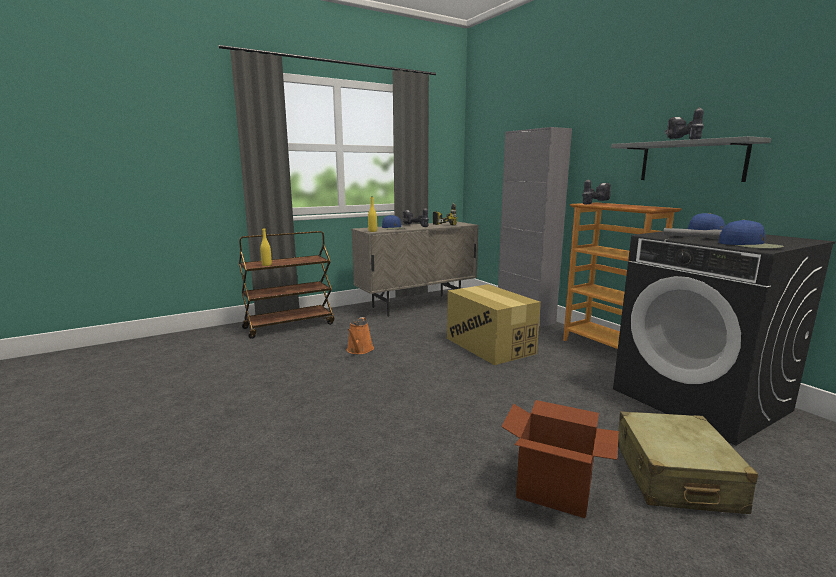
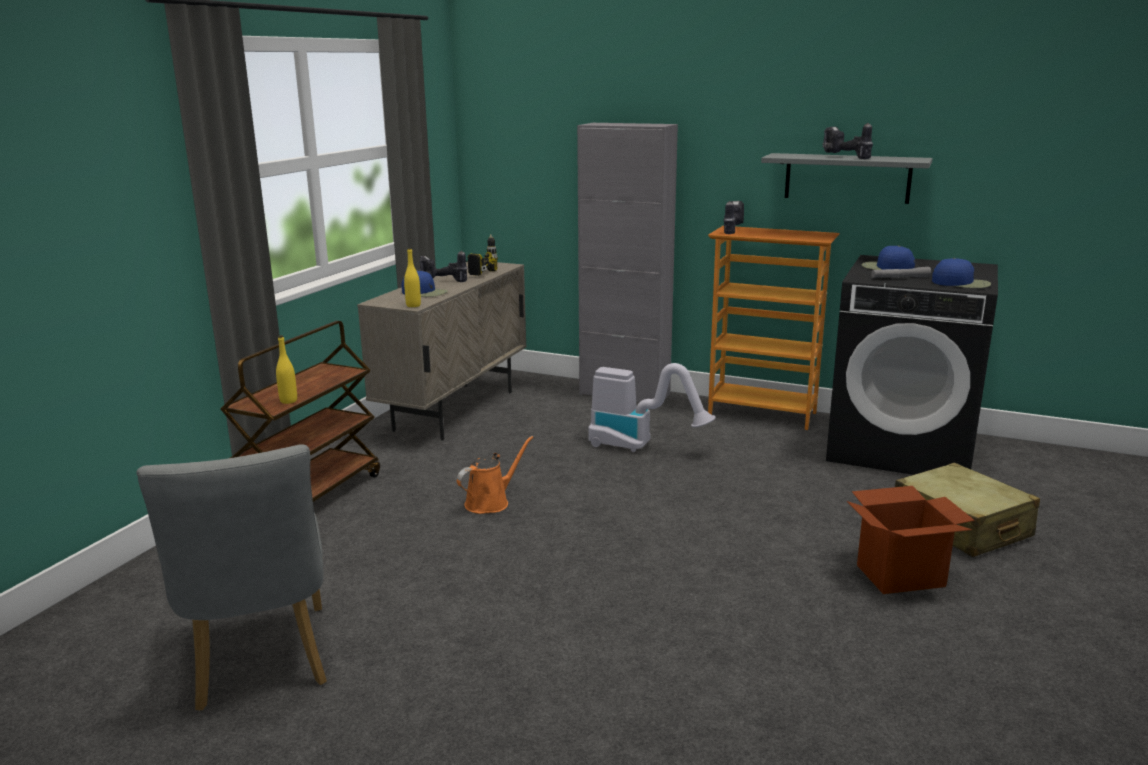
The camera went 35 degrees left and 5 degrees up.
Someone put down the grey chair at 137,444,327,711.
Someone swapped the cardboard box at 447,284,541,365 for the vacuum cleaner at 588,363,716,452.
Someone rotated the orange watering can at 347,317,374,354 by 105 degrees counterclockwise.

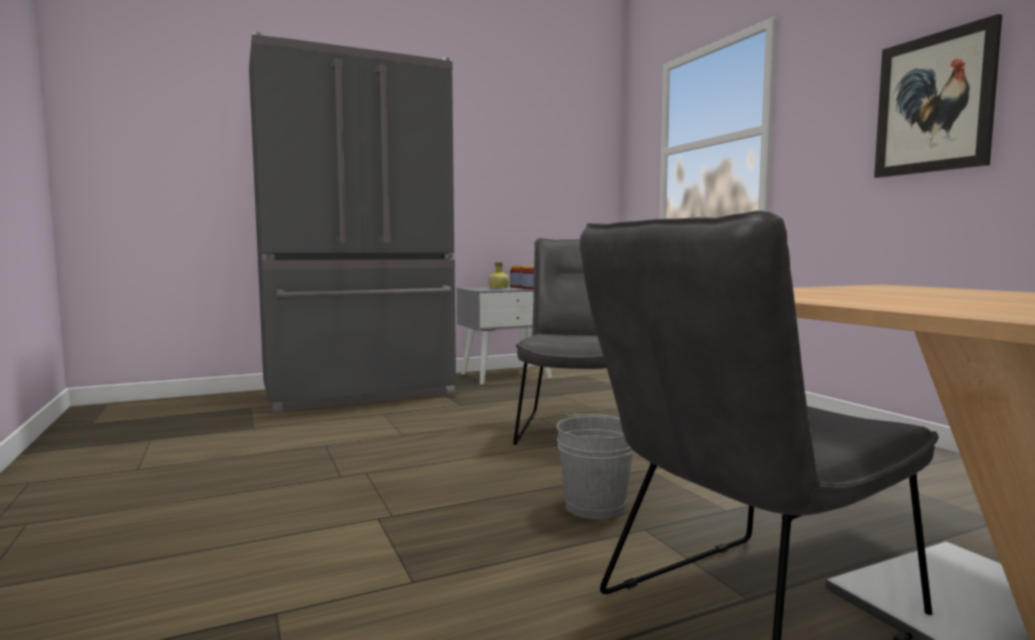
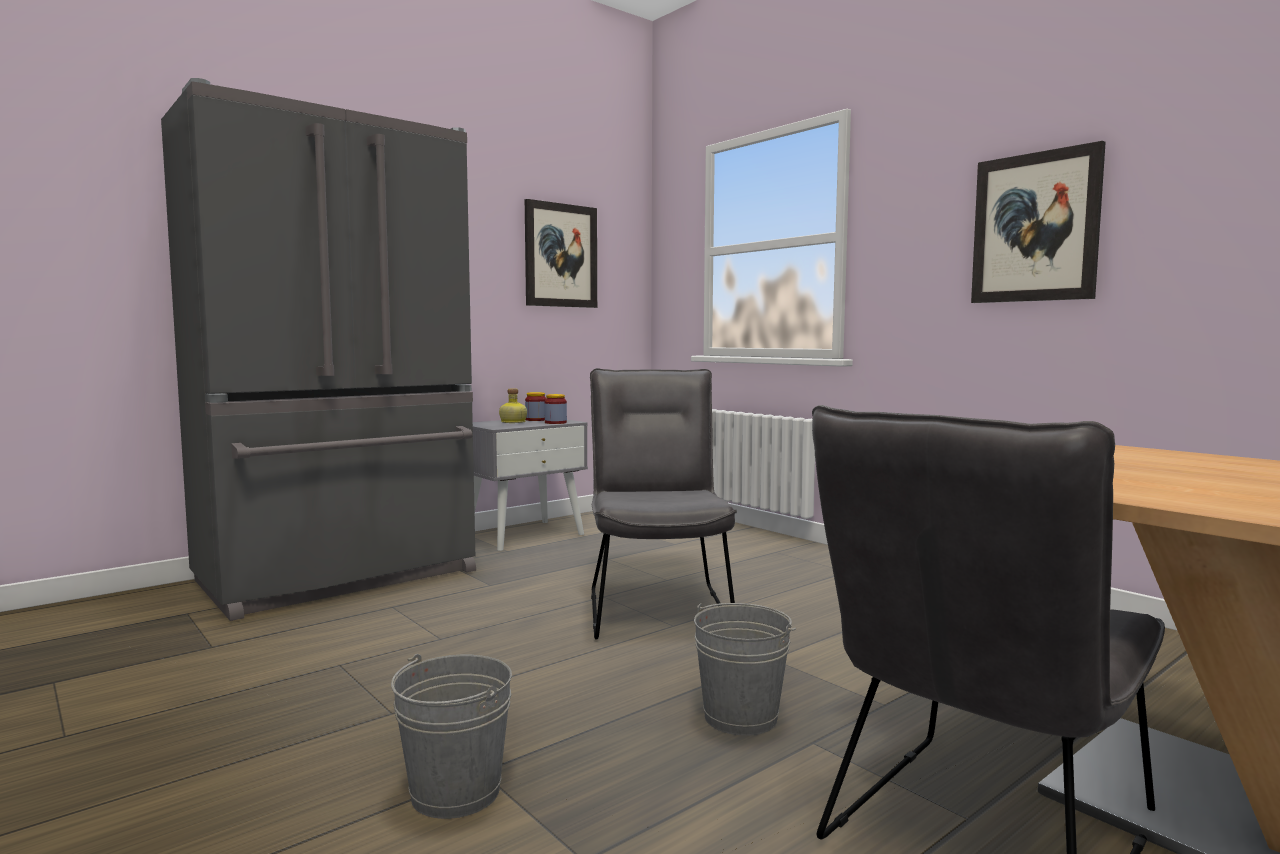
The camera went 15 degrees left and 0 degrees up.
Someone put down the grey bucket at 391,654,512,819.
Someone put up the picture at 525,199,597,308.

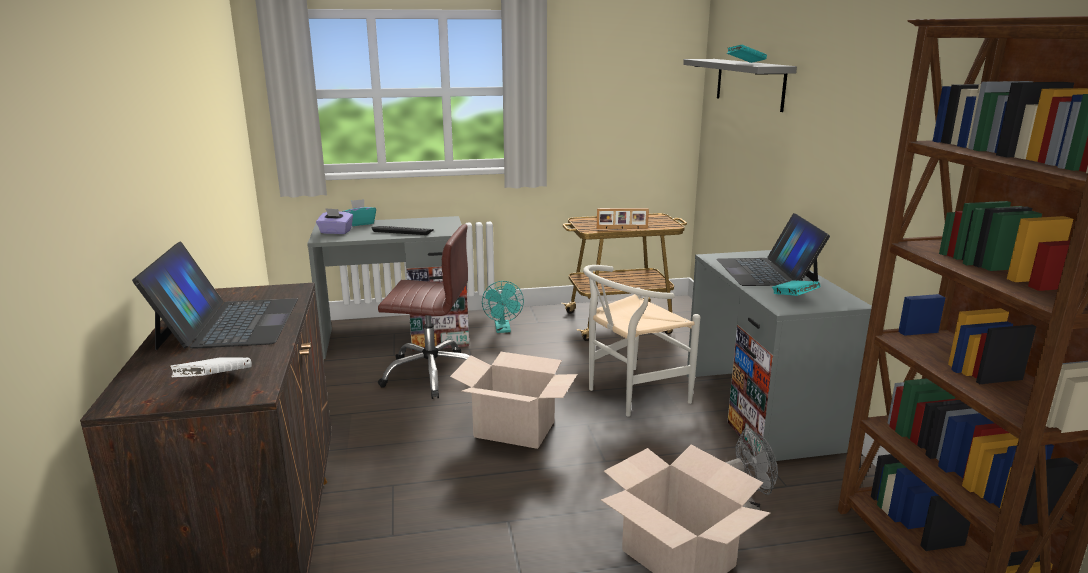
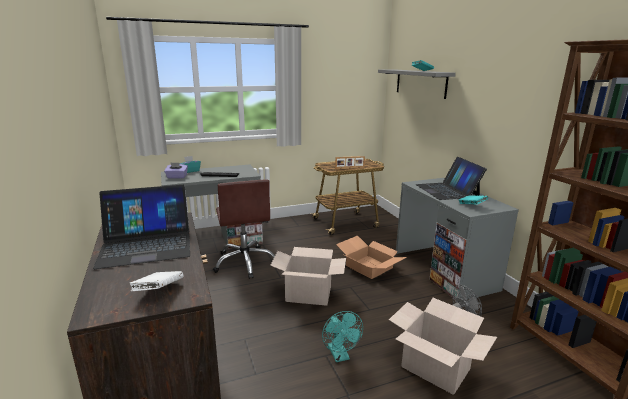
The camera went 10 degrees left and 0 degrees up.
Someone carried the turquoise fan from 482,281,524,333 to 322,311,363,362.
Someone swapped the white chair at 583,265,700,417 for the cardboard box at 336,236,407,279.
Someone rotated the laptop at 132,242,298,350 by 90 degrees clockwise.
Someone rotated the brown office chair at 378,224,470,399 by 75 degrees clockwise.

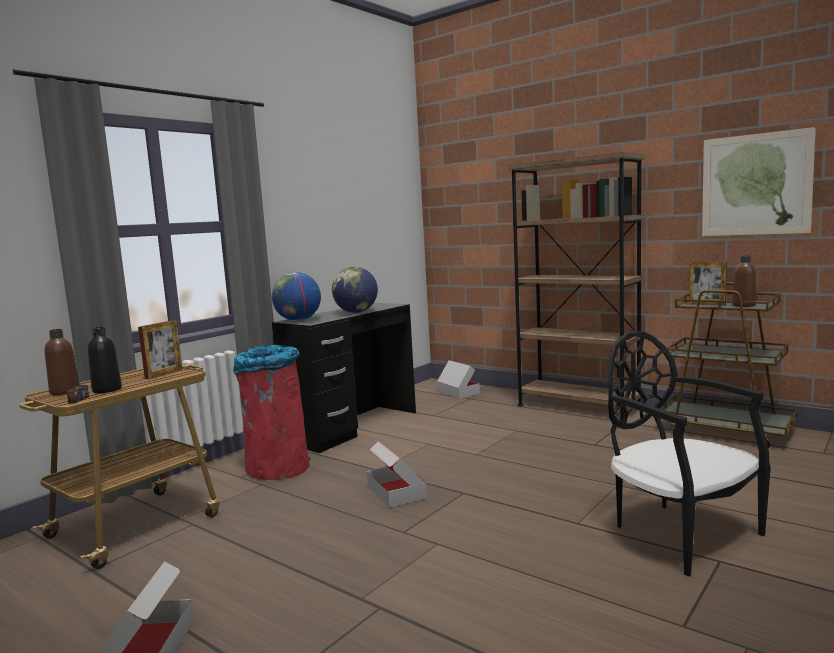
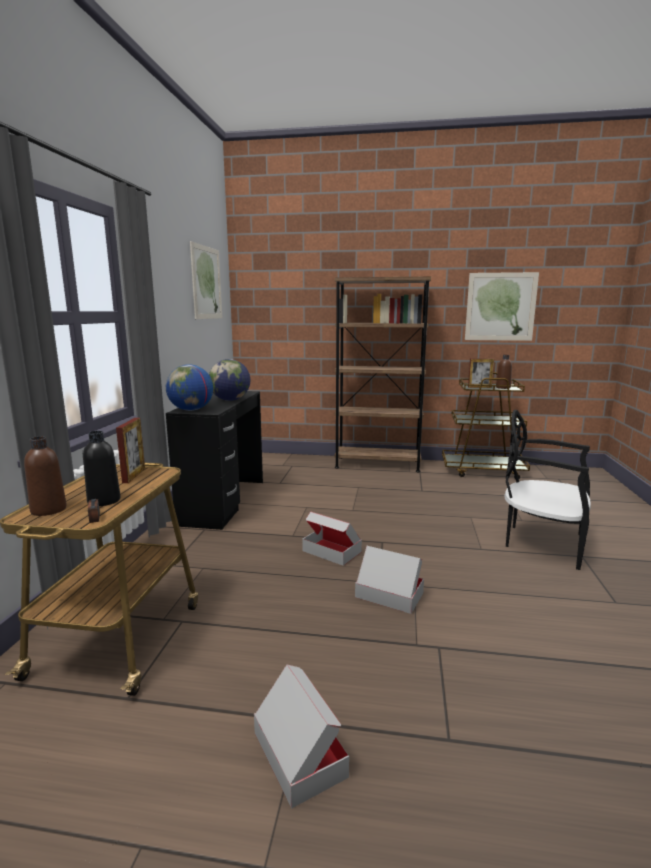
The camera went 30 degrees left and 5 degrees up.
Someone took away the red trash can at 233,345,310,480.
Someone put up the picture at 190,241,222,319.
Someone carried the cardboard box from 437,360,480,399 to 355,546,424,614.

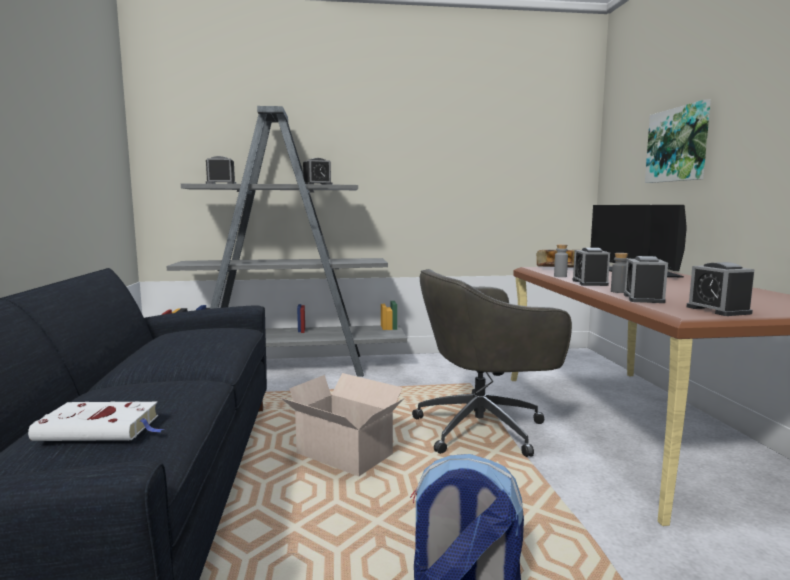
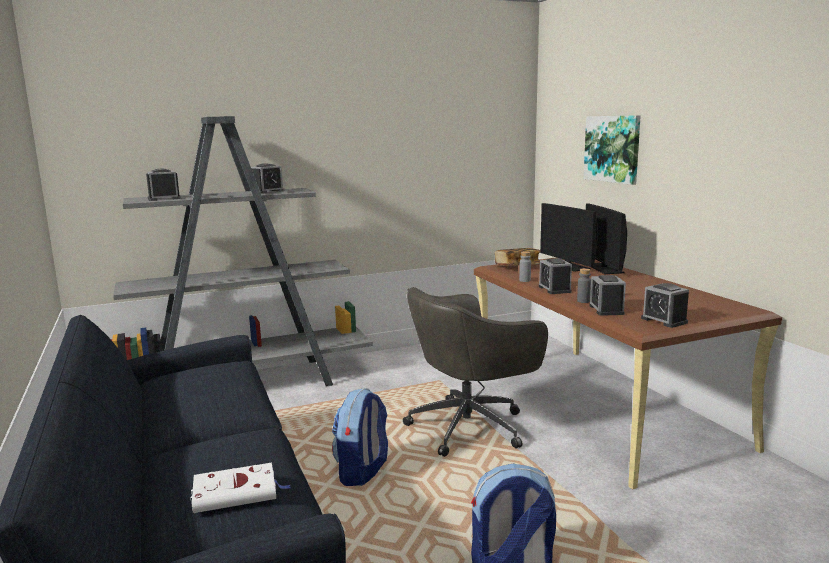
The camera went 15 degrees left and 5 degrees up.
Someone swapped the cardboard box at 281,373,404,477 for the backpack at 332,388,388,486.

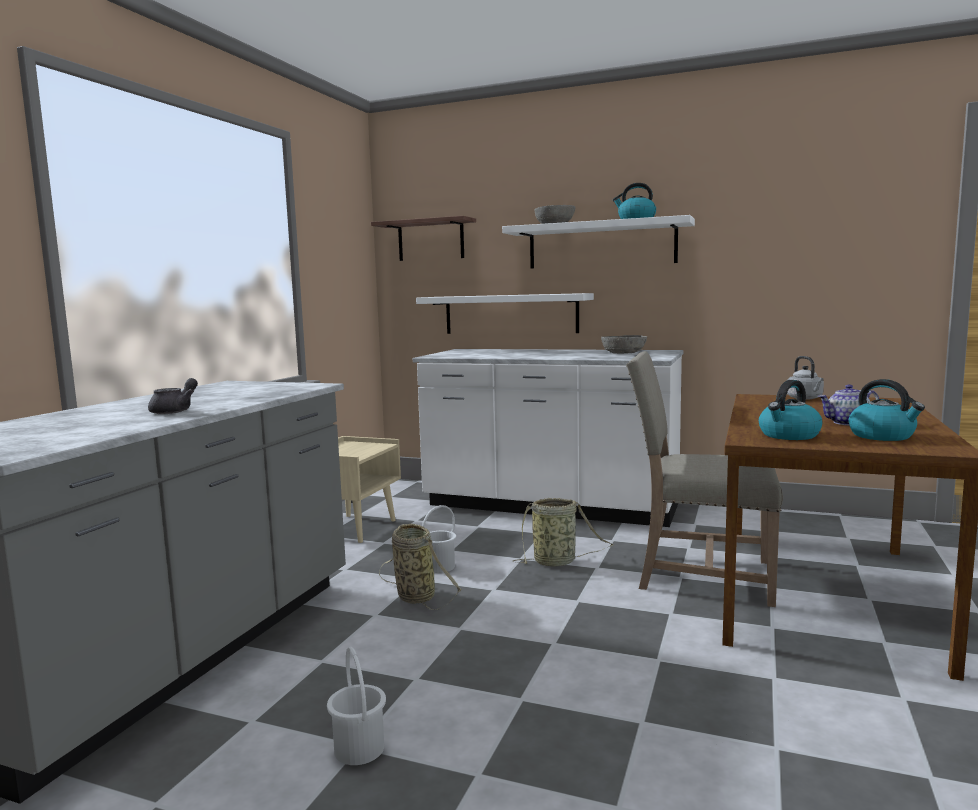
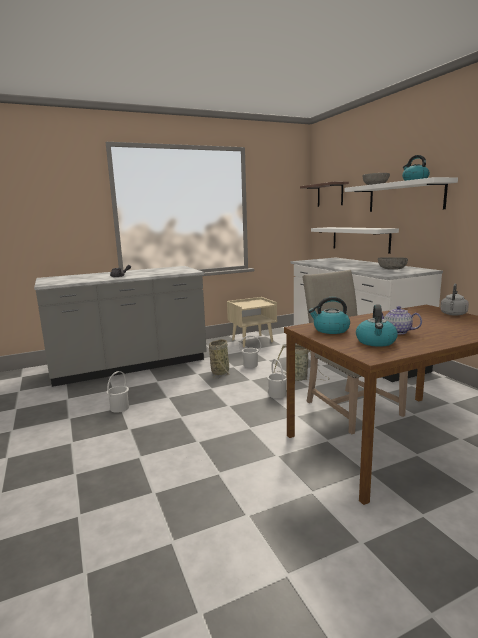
The camera went 45 degrees right and 5 degrees up.
Someone put down the white bucket at 267,359,287,398.

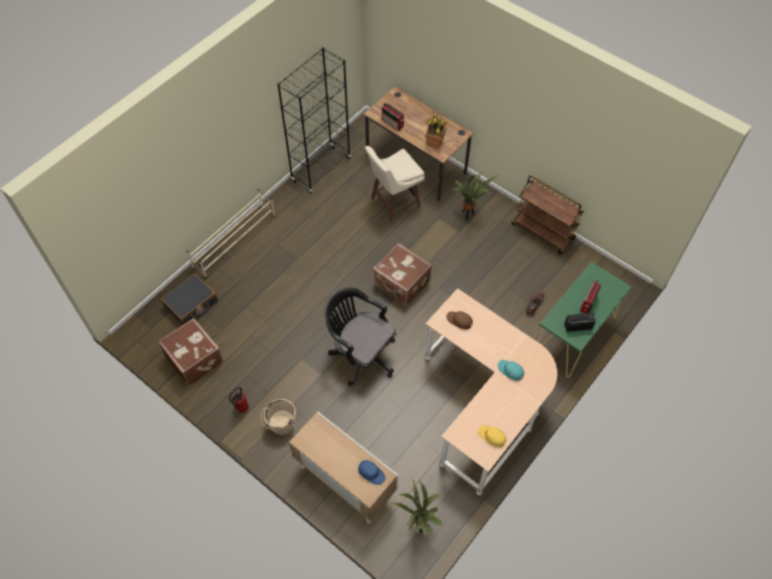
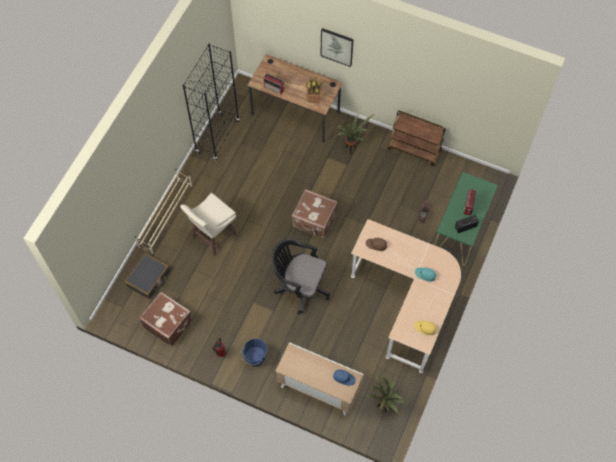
The camera went 15 degrees left and 5 degrees up.
Someone put up the picture at 320,28,354,67.
Someone carried the beige stool from 365,146,425,223 to 180,193,237,256.
Someone repainted the beige bucket at 261,399,296,435, which became the blue bucket at 241,338,267,367.

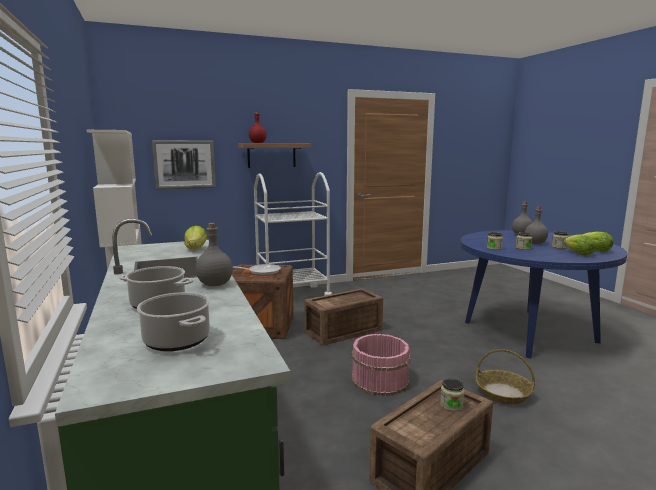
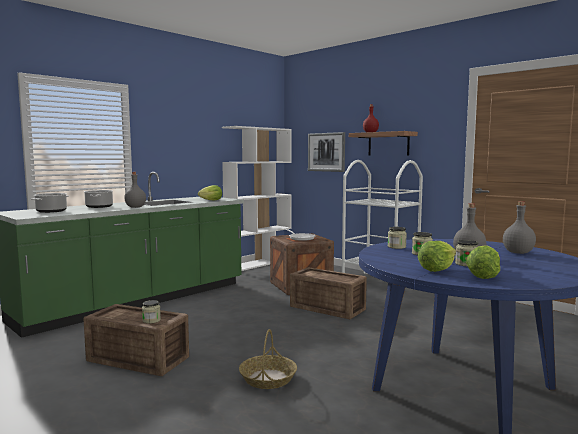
The camera went 65 degrees right and 5 degrees down.
Someone took away the pink bucket at 351,334,410,396.

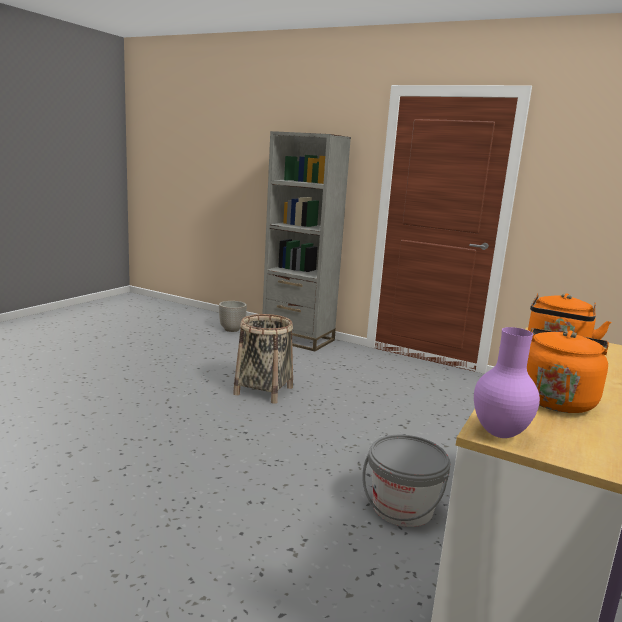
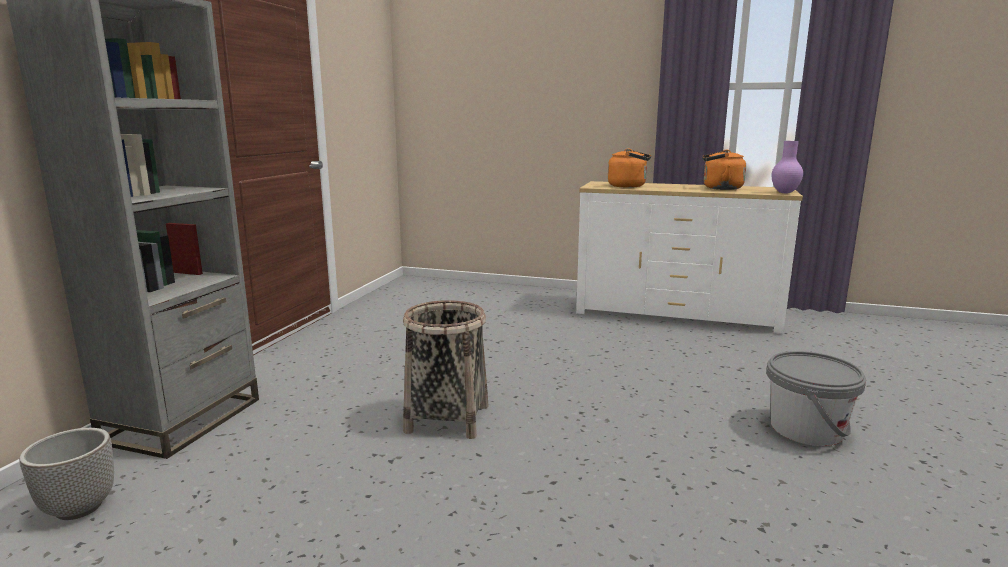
The camera went 100 degrees left and 0 degrees up.
Someone carried the grey bucket from 362,435,450,527 to 766,351,866,446.

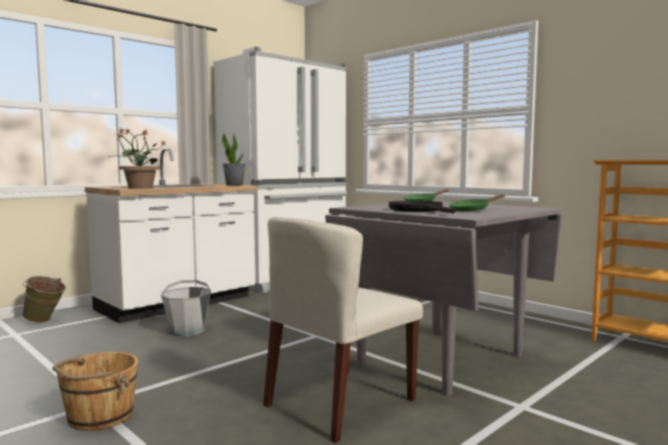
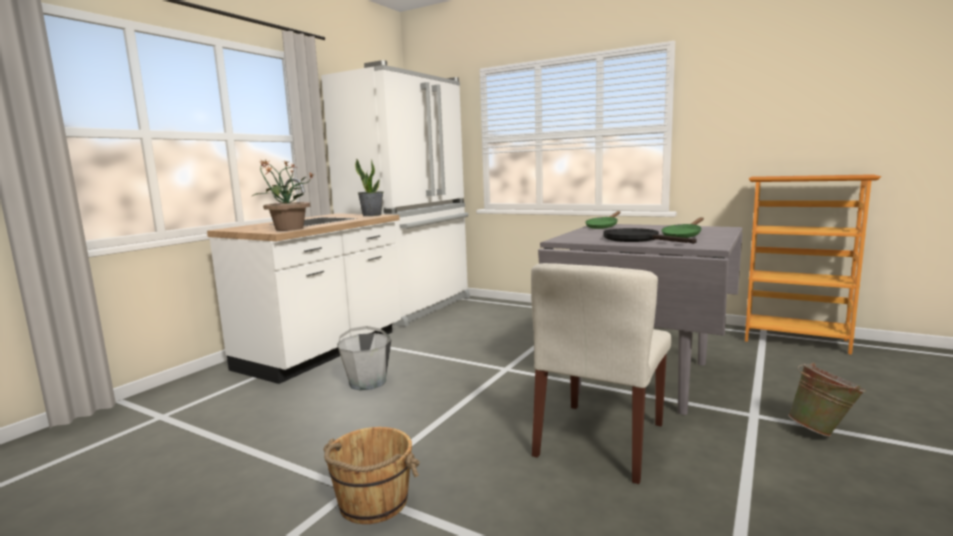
The camera went 15 degrees left and 5 degrees up.
Someone carried the green bucket from 22,276,66,323 to 788,363,866,437.

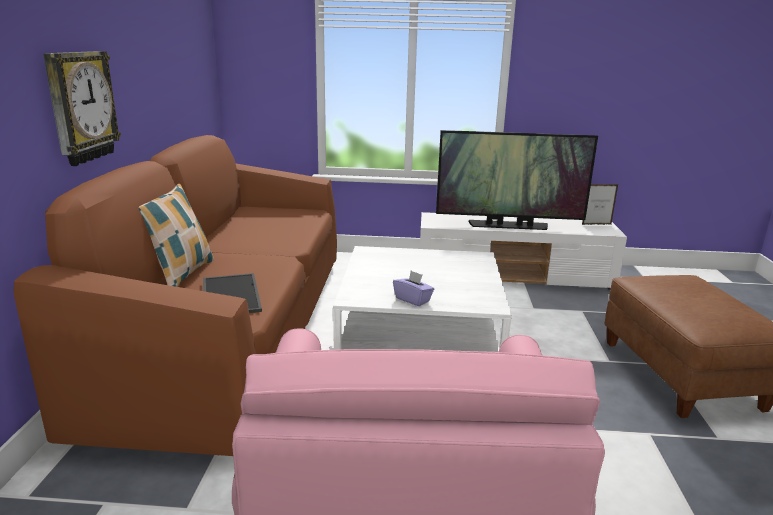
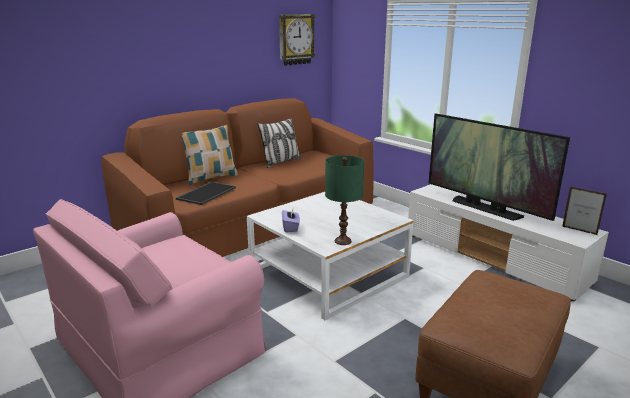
The camera went 45 degrees right and 0 degrees up.
Someone put down the pillow at 257,118,301,168.
Someone put down the green table lamp at 325,155,364,245.
Someone carried the wall clock from 43,51,121,166 to 279,14,316,66.

